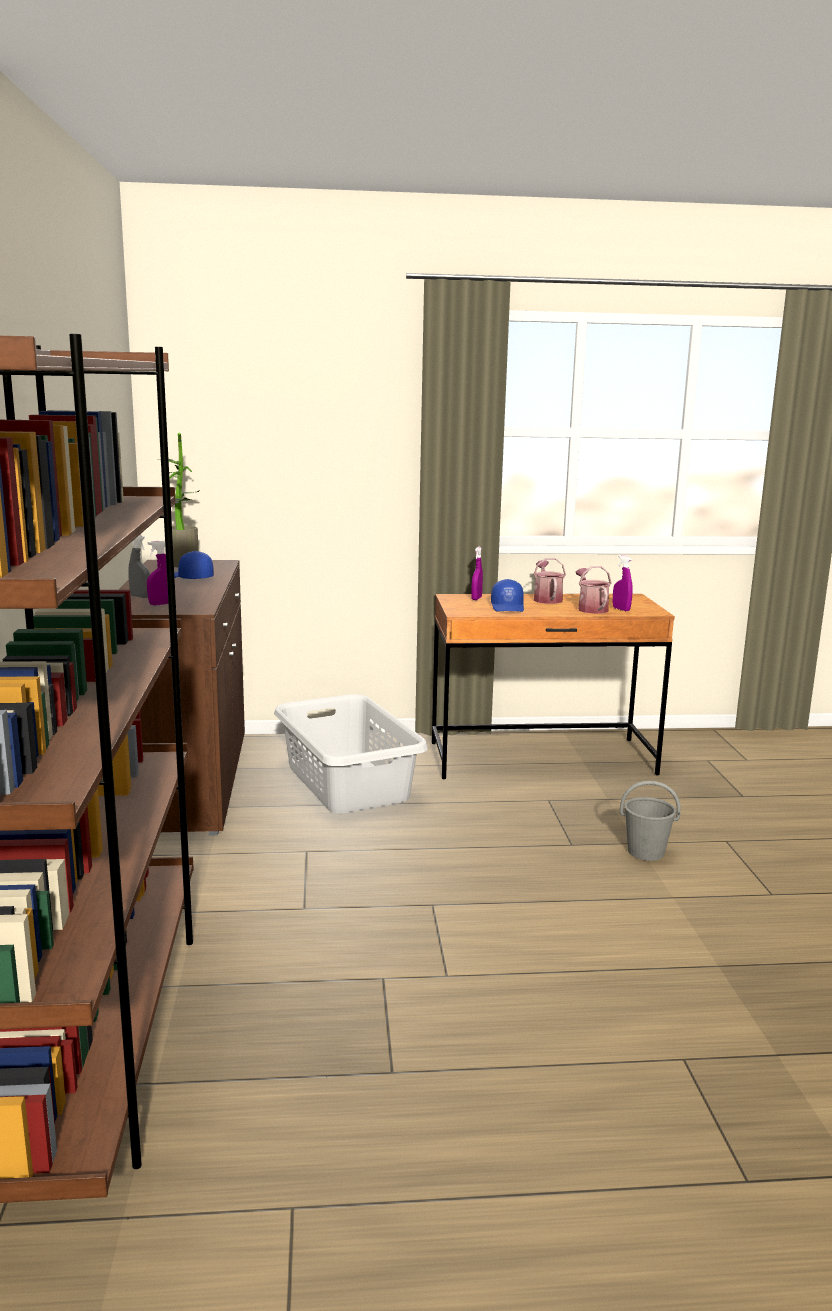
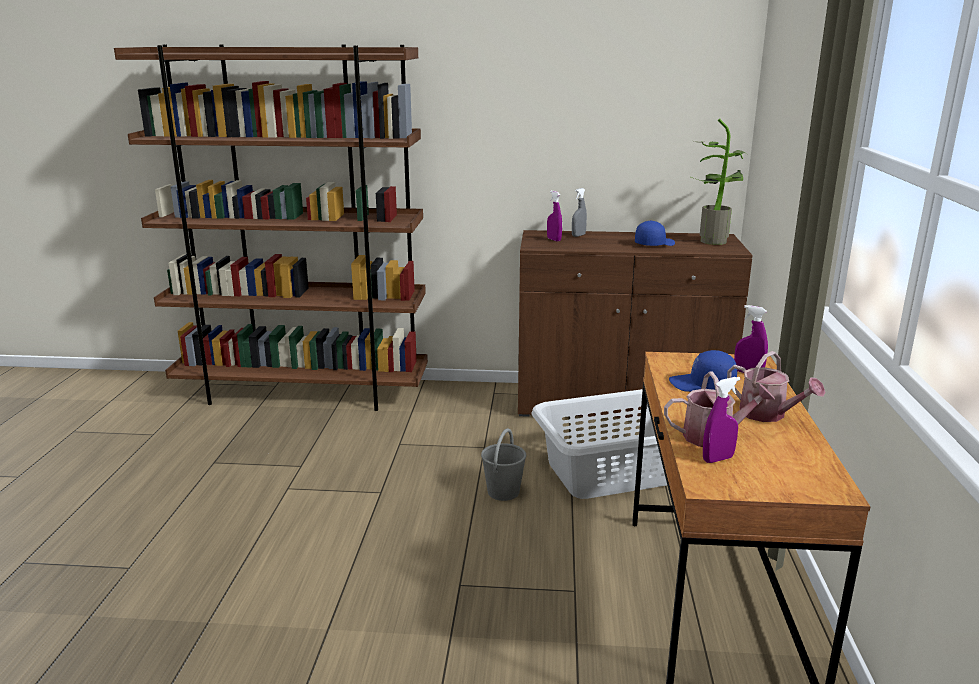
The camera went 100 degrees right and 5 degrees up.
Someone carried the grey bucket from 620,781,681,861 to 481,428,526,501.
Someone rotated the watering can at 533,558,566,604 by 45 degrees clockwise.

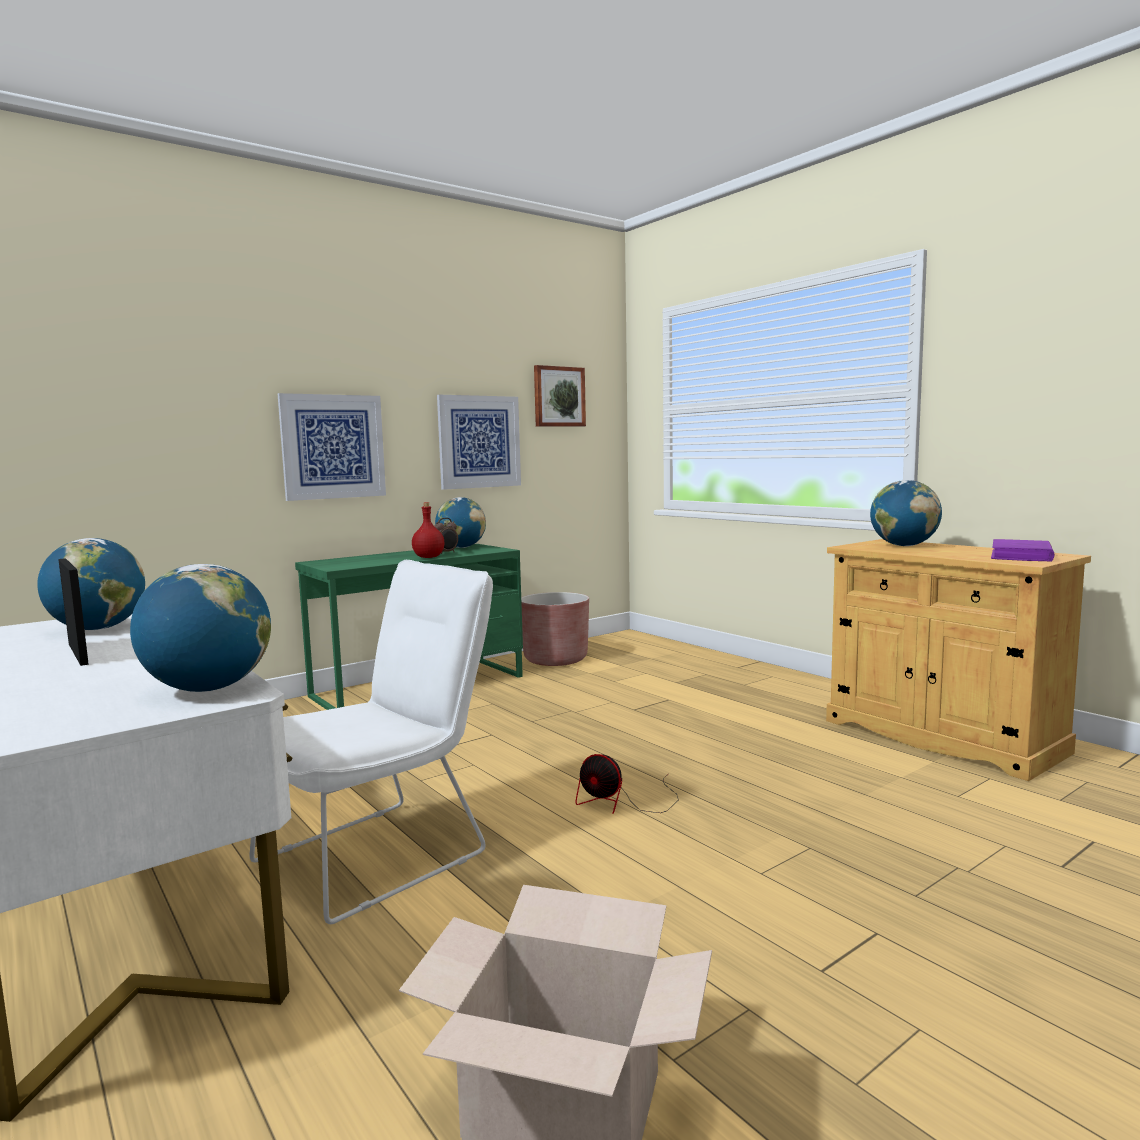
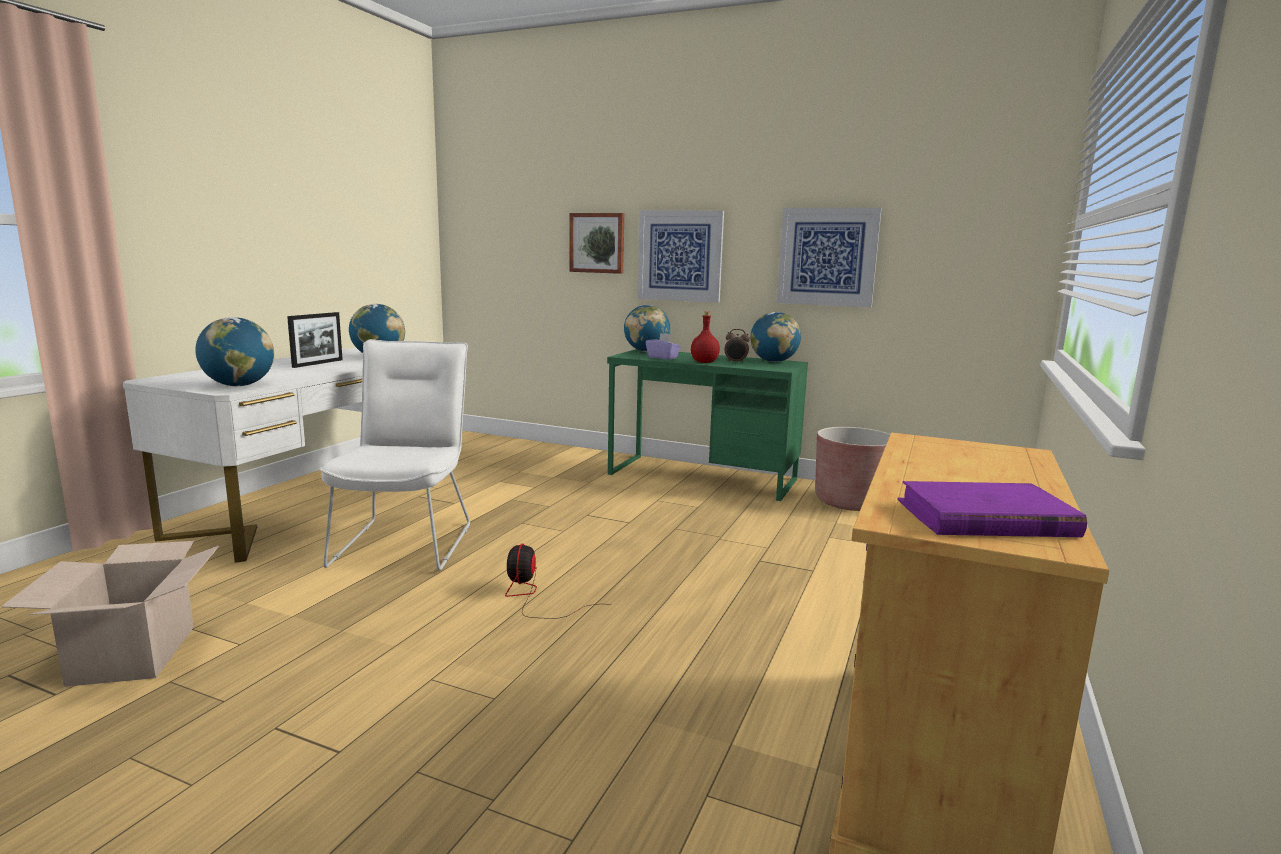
The camera went 60 degrees right and 5 degrees up.
Someone put down the purple tissue box at 646,333,681,360.
Someone carried the picture from 534,365,586,427 to 570,213,624,274.
Someone carried the globe from 870,480,942,546 to 624,305,670,352.
Someone rotated the white chair at 249,560,493,924 by 105 degrees counterclockwise.

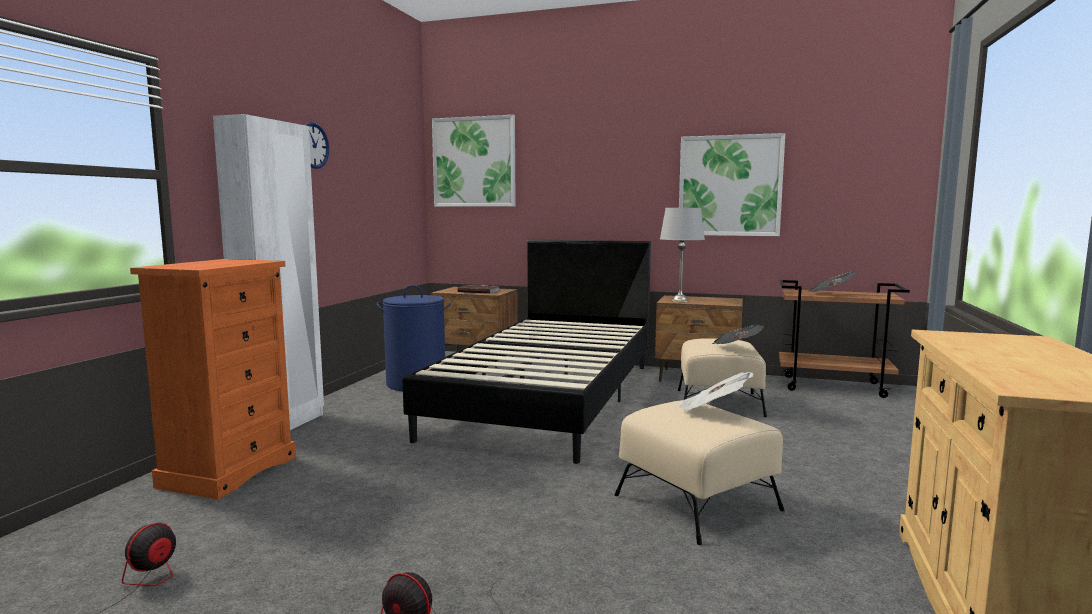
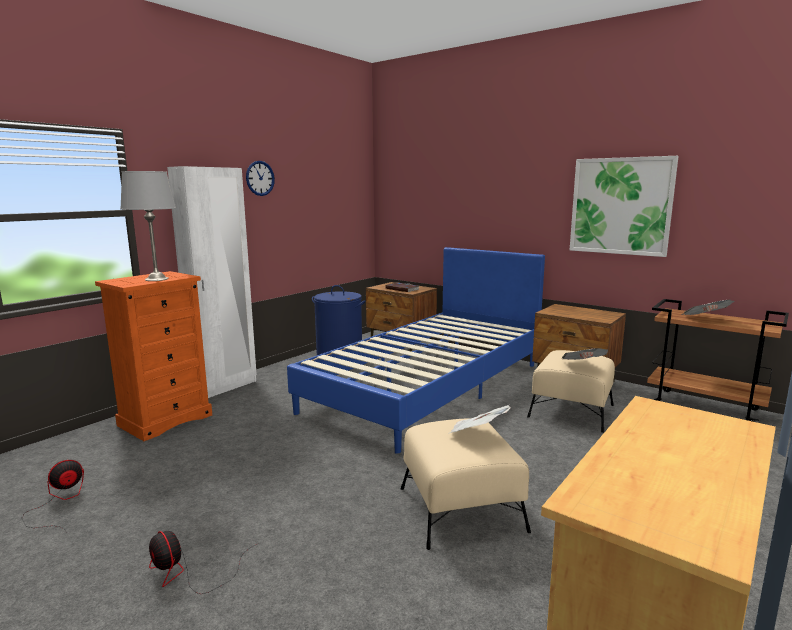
The camera went 20 degrees right and 5 degrees up.
Someone took away the picture at 432,115,516,207.
Someone carried the grey table lamp from 660,208,705,302 to 120,171,176,281.
Someone repainted the black bed at 402,239,651,464, which became the blue bed at 287,247,545,454.

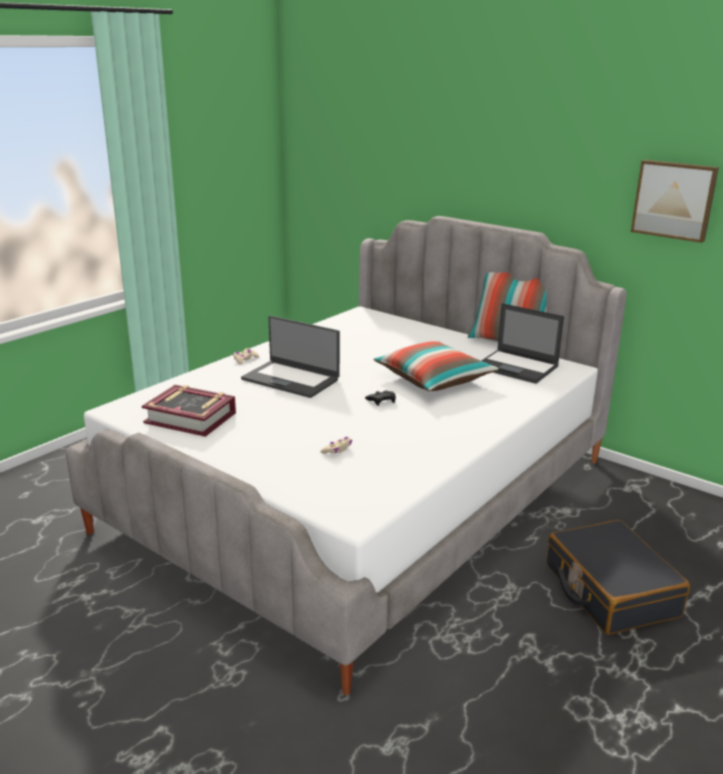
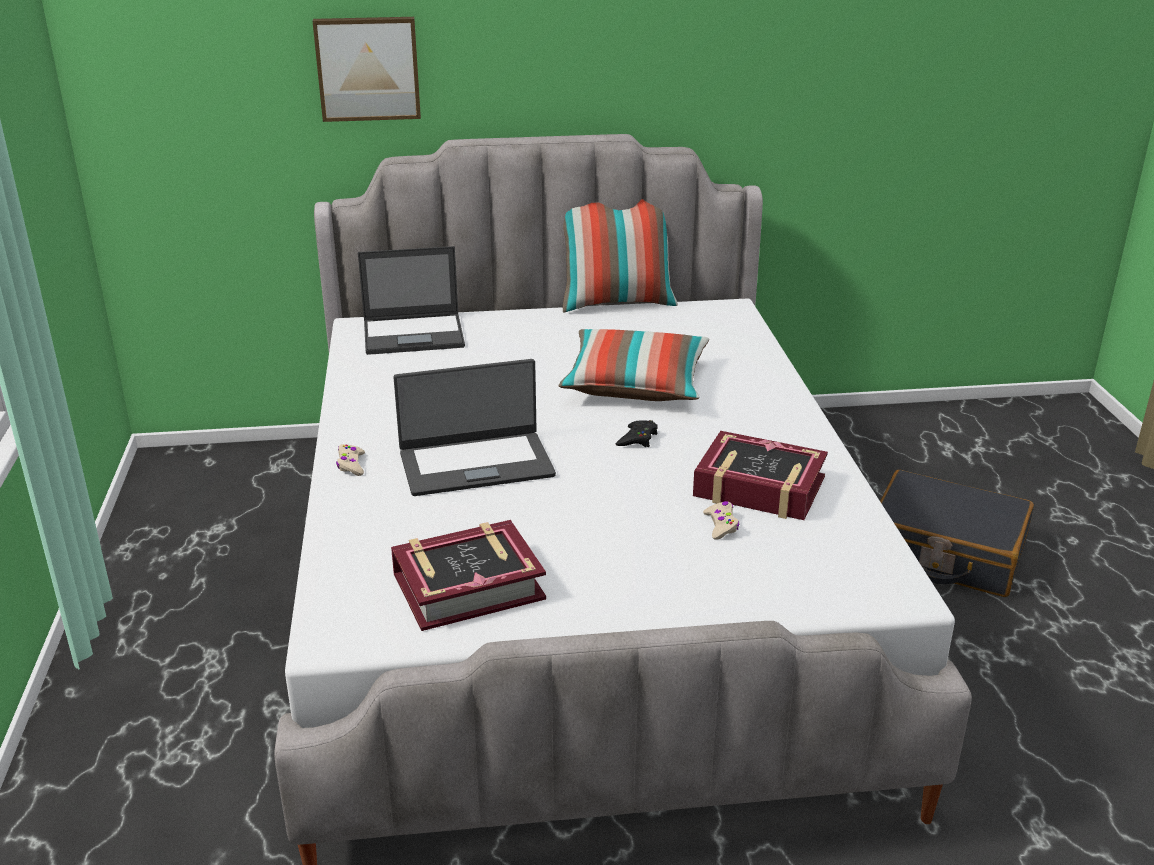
The camera went 45 degrees left and 5 degrees up.
Someone put down the book at 693,431,828,520.
Someone carried the laptop from 481,303,564,384 to 358,246,465,355.
Someone carried the picture from 631,160,719,243 to 312,17,421,122.

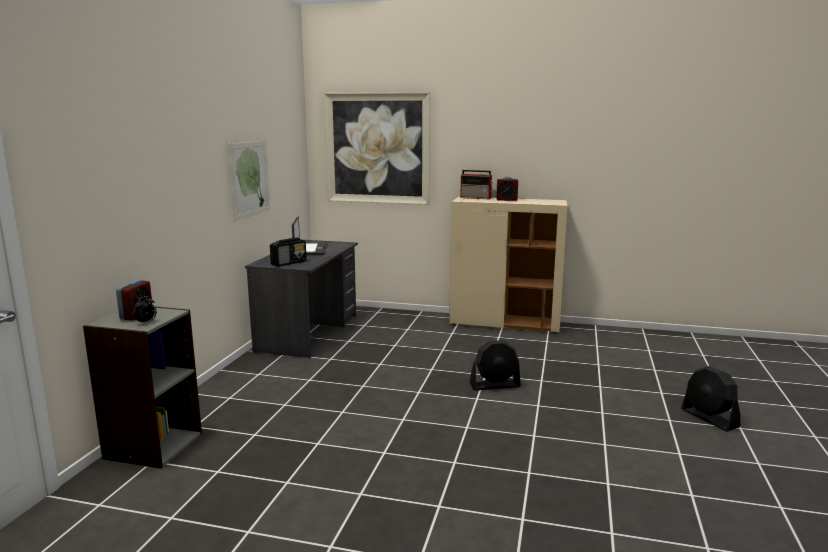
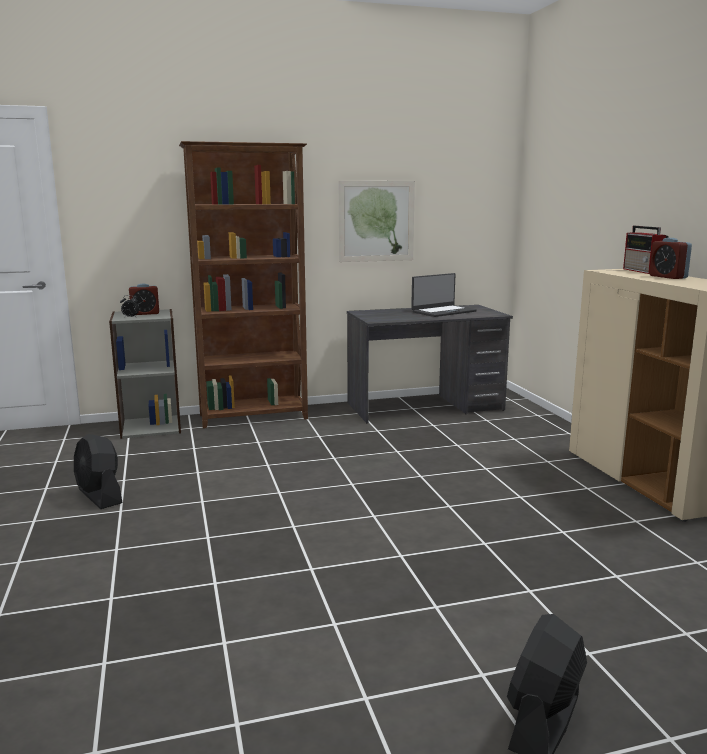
The camera went 60 degrees right and 0 degrees up.
Someone took away the radio at 270,237,307,267.
Someone took away the picture at 324,92,431,205.
Someone put down the brown bookcase at 179,141,308,429.
Someone carried the black fan from 469,340,521,390 to 74,434,123,509.

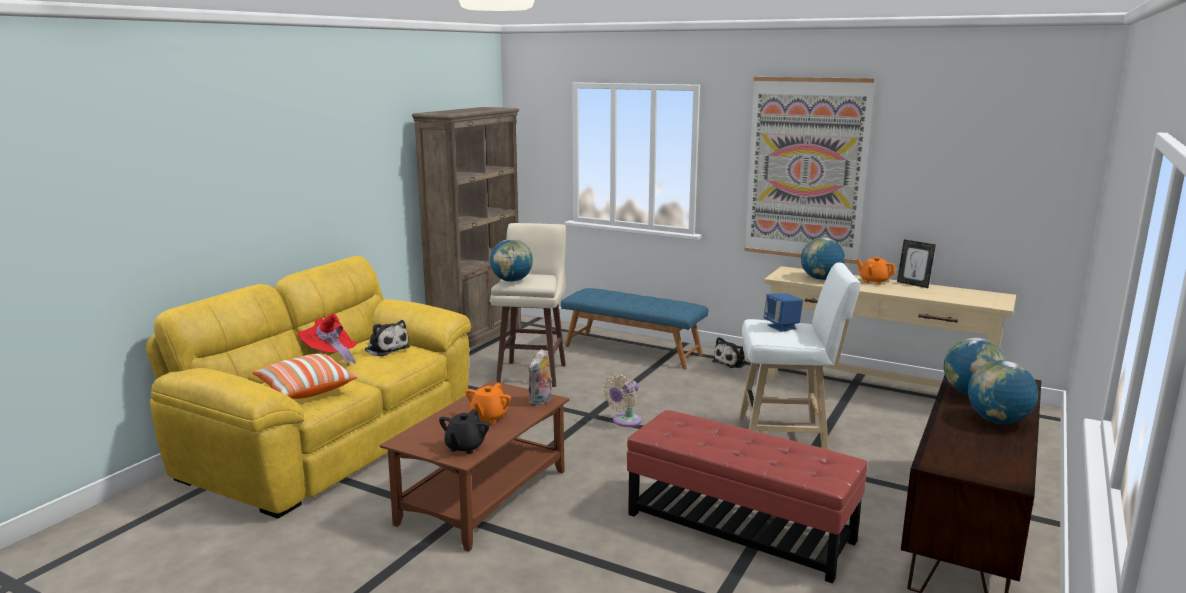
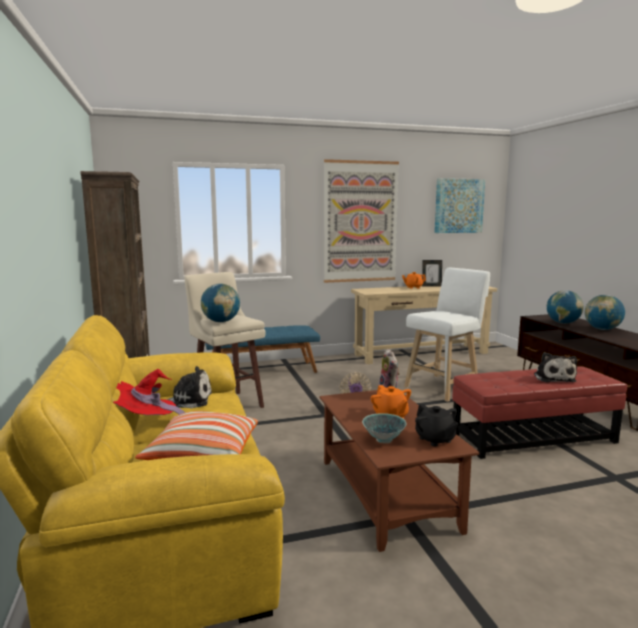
The camera went 45 degrees left and 5 degrees down.
Someone took away the blue speaker at 764,293,803,332.
Someone took away the globe at 801,237,845,280.
Someone put down the bowl at 362,413,407,443.
Someone put up the picture at 434,178,485,233.
Someone carried the plush toy from 712,337,748,368 to 534,352,577,382.

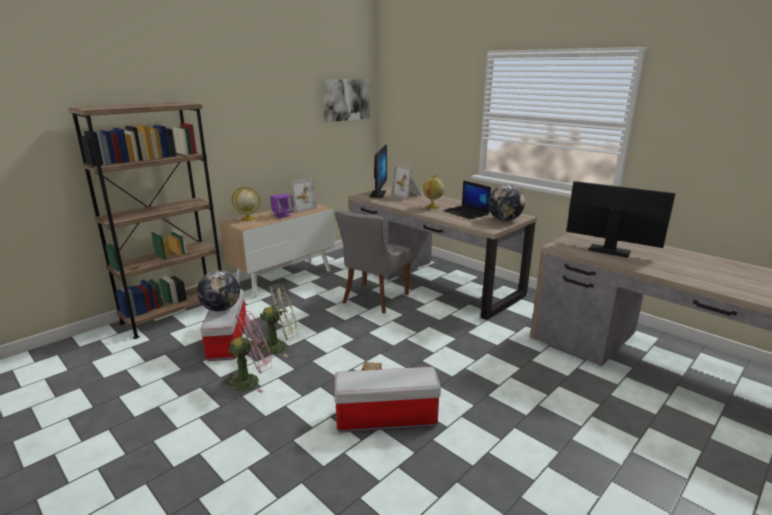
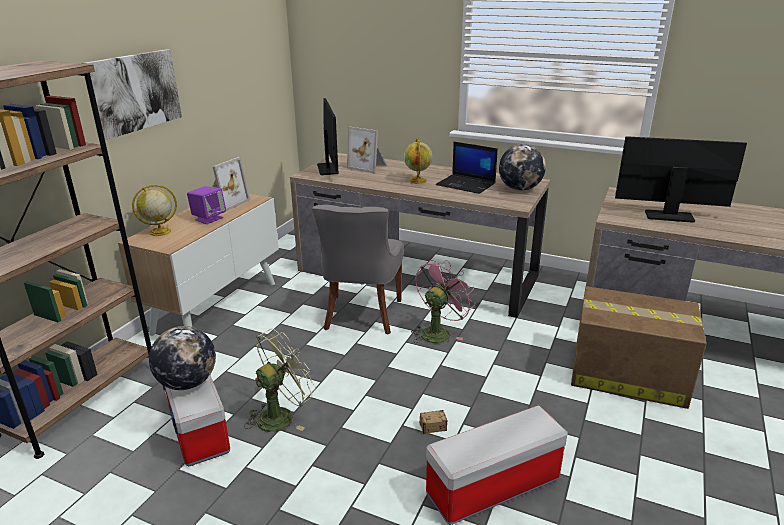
The camera went 20 degrees left and 5 degrees up.
Someone put down the cardboard box at 571,286,707,409.
Someone carried the pink fan from 220,311,272,393 to 411,260,475,343.
Someone carried the picture from 322,79,370,122 to 82,49,182,140.

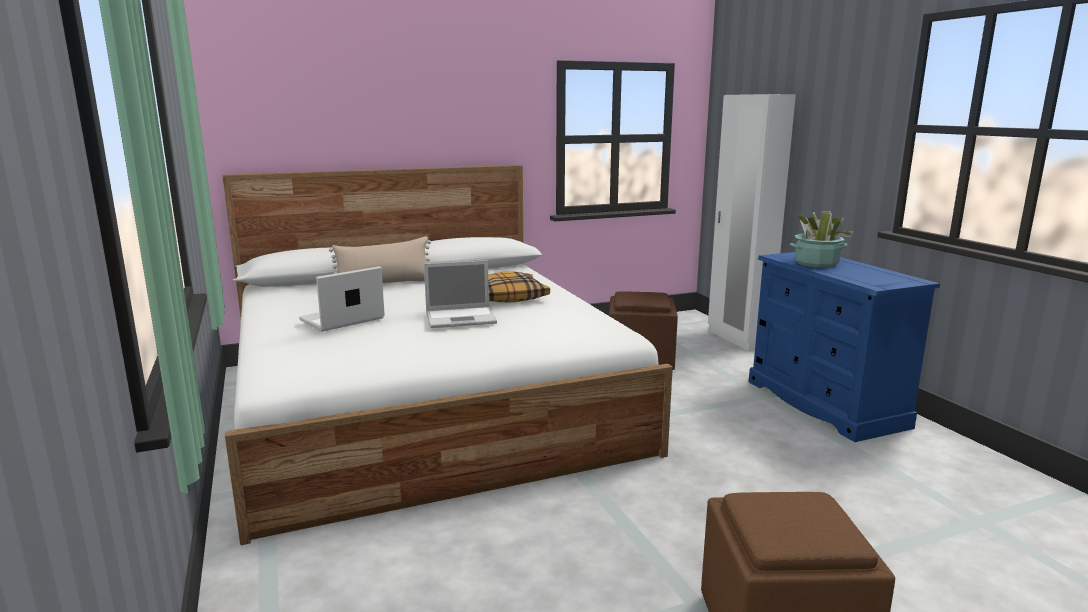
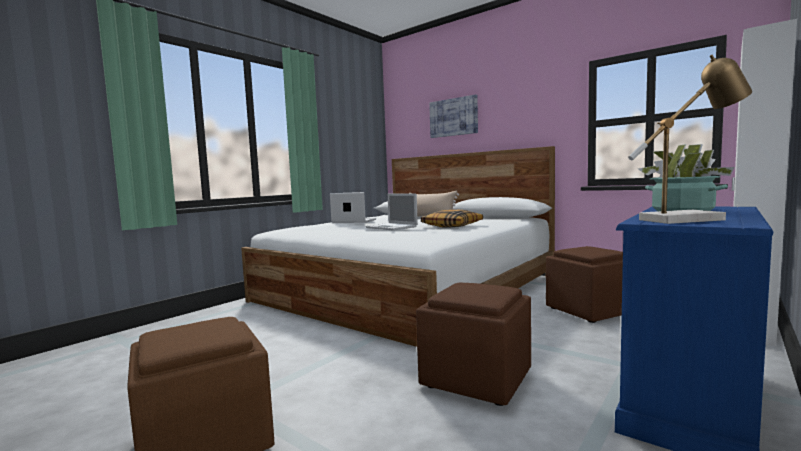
The camera went 60 degrees right and 10 degrees down.
Someone put down the brown ottoman at 416,283,531,406.
Someone put up the picture at 429,94,478,138.
Someone put down the table lamp at 628,55,752,224.

